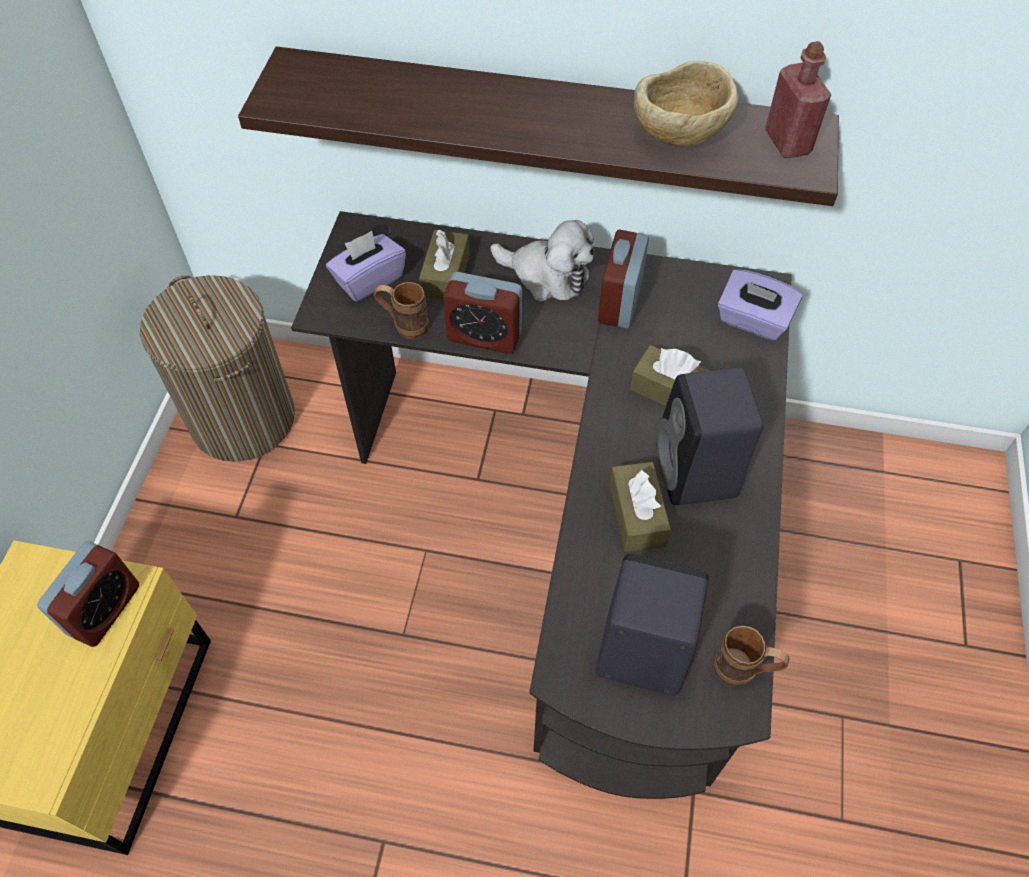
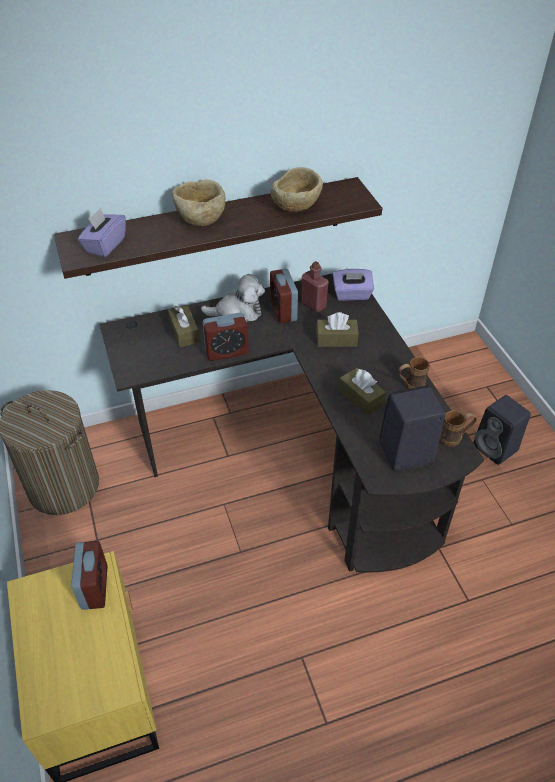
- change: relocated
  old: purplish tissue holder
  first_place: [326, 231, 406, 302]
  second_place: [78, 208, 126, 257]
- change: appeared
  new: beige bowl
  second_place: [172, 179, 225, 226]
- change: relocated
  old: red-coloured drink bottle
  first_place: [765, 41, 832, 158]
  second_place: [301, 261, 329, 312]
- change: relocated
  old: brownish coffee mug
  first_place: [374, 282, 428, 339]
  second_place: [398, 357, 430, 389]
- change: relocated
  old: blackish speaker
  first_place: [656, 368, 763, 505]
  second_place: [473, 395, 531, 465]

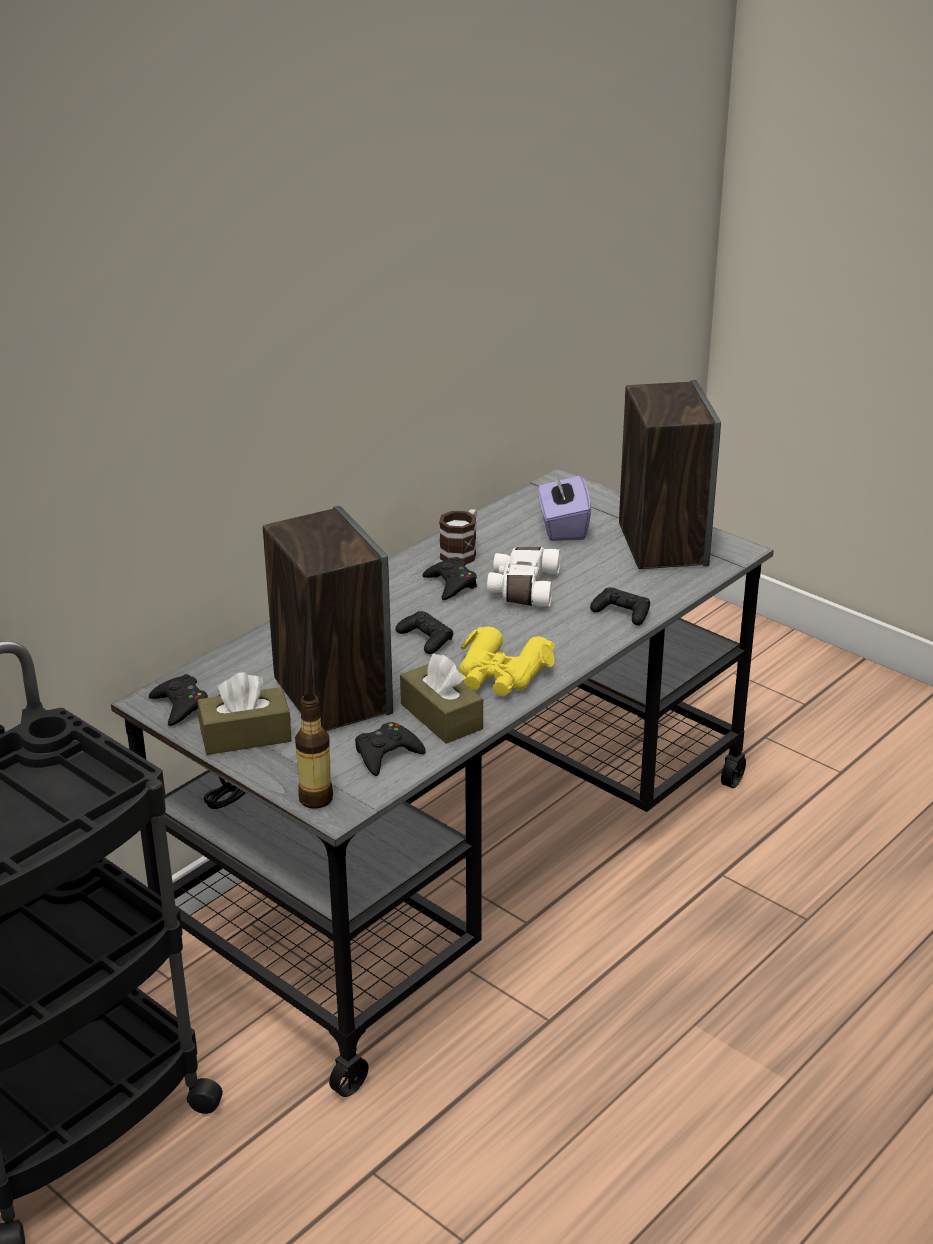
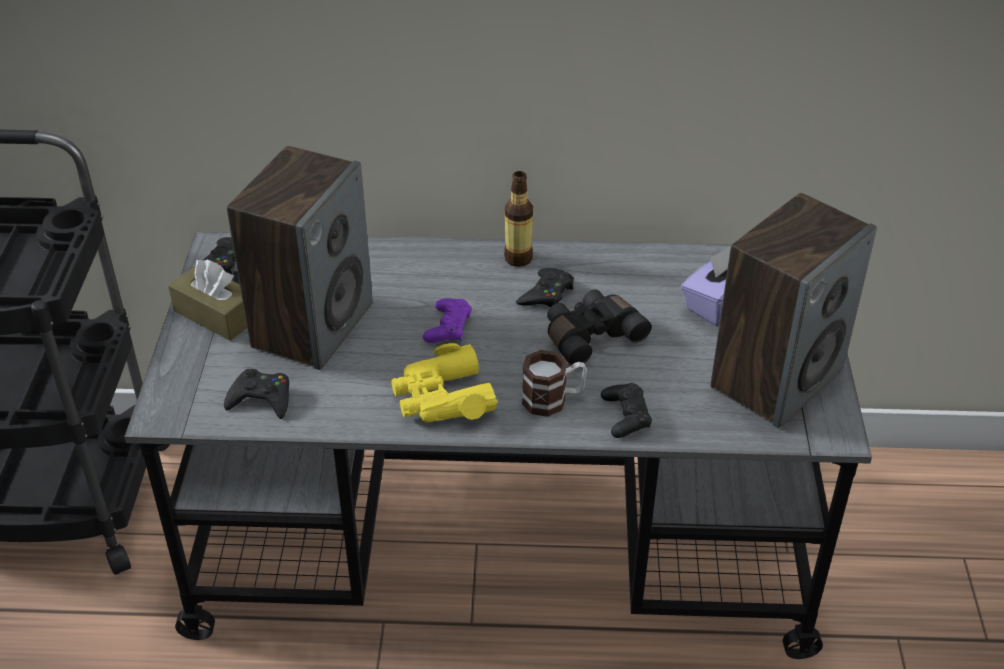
- change: colour
  old: blackish gamepad
  new: purplish gamepad
  first_place: [395, 611, 453, 654]
  second_place: [423, 298, 471, 343]
- change: relocated
  old: drink bottle
  first_place: [295, 694, 333, 809]
  second_place: [504, 171, 533, 267]
- change: relocated
  old: coffee mug
  first_place: [439, 509, 478, 564]
  second_place: [522, 350, 587, 417]
- change: colour
  old: white field glasses
  new: blackish field glasses
  first_place: [487, 547, 560, 607]
  second_place: [547, 289, 652, 365]
- change: missing
  old: brownish tissue holder
  first_place: [400, 654, 483, 744]

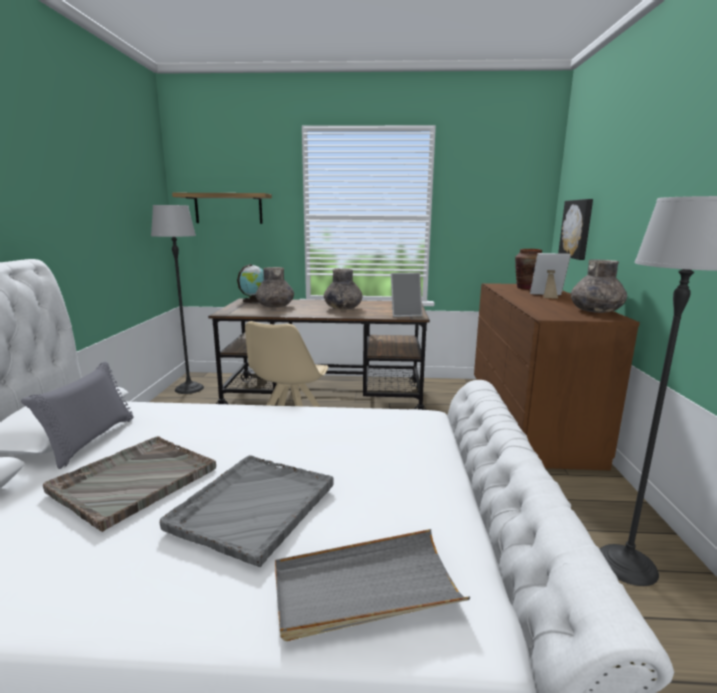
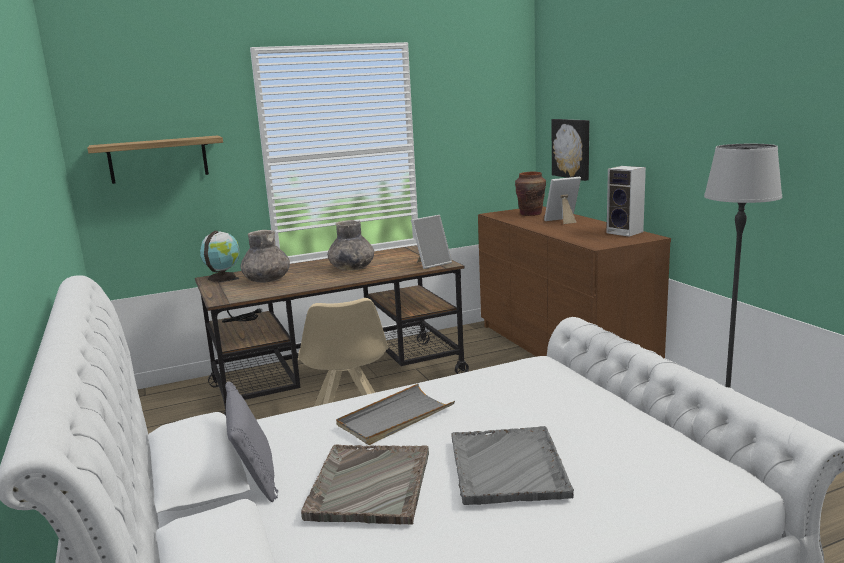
- change: relocated
  old: grey serving tray
  first_place: [275, 529, 470, 641]
  second_place: [336, 384, 455, 445]
- change: exchanged
  old: grey decorative vase
  new: speaker
  first_place: [571, 259, 627, 313]
  second_place: [607, 166, 646, 237]
- change: missing
  old: floor lamp
  first_place: [151, 205, 204, 394]

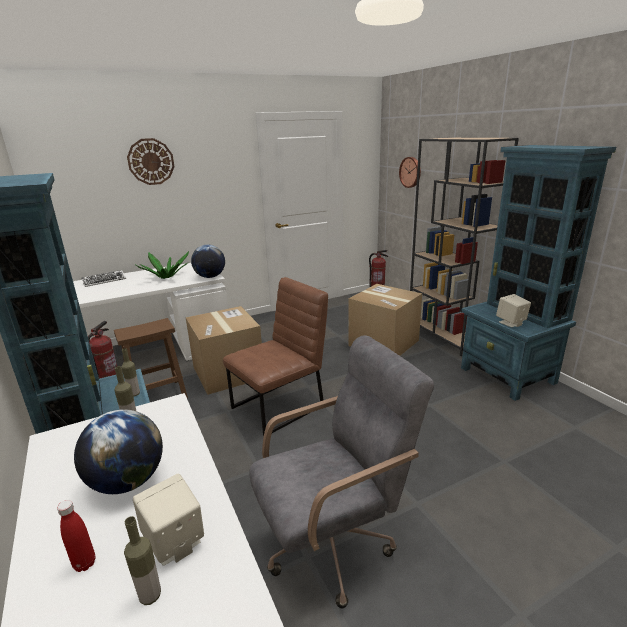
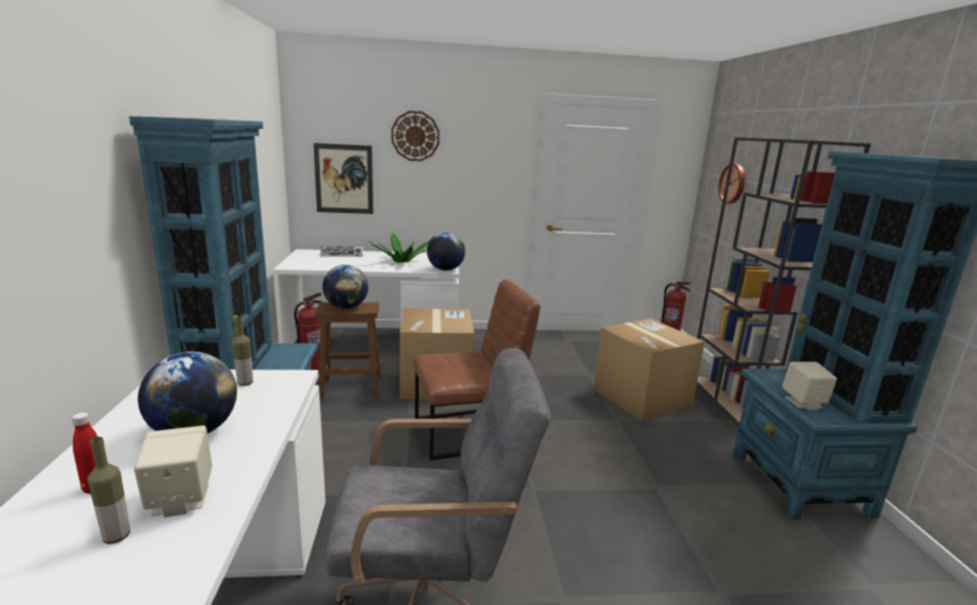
- change: appeared
  new: wall art
  second_place: [313, 143, 373, 214]
- change: appeared
  new: world globe
  second_place: [322, 265, 368, 309]
- change: missing
  old: drink bottle
  first_place: [121, 348, 140, 397]

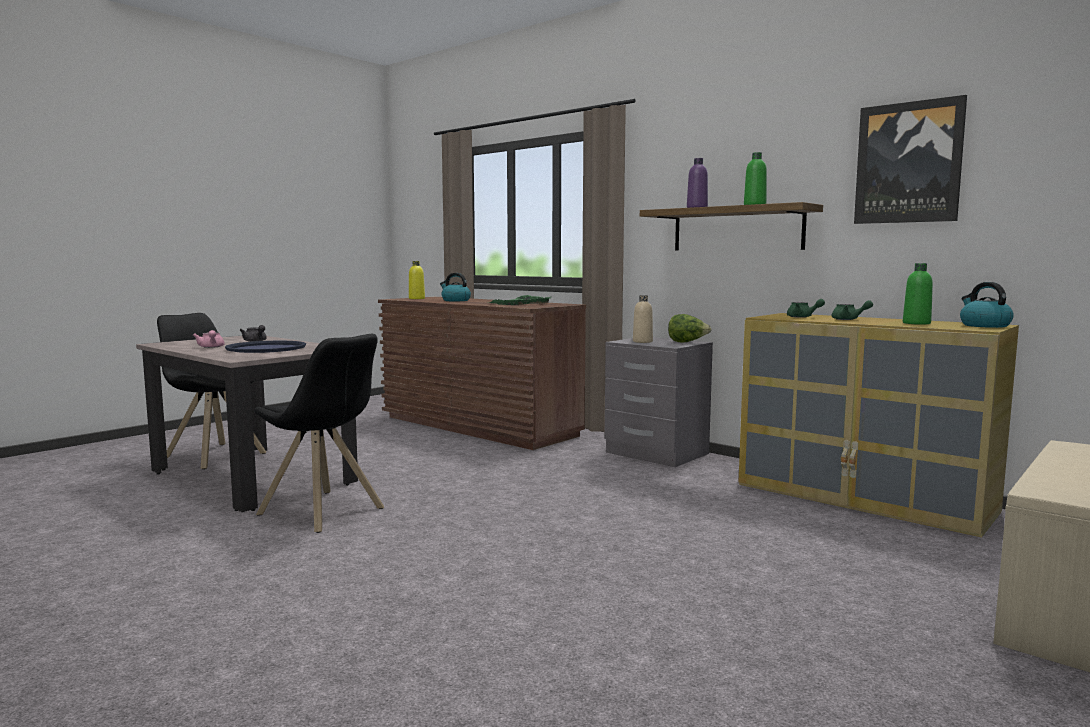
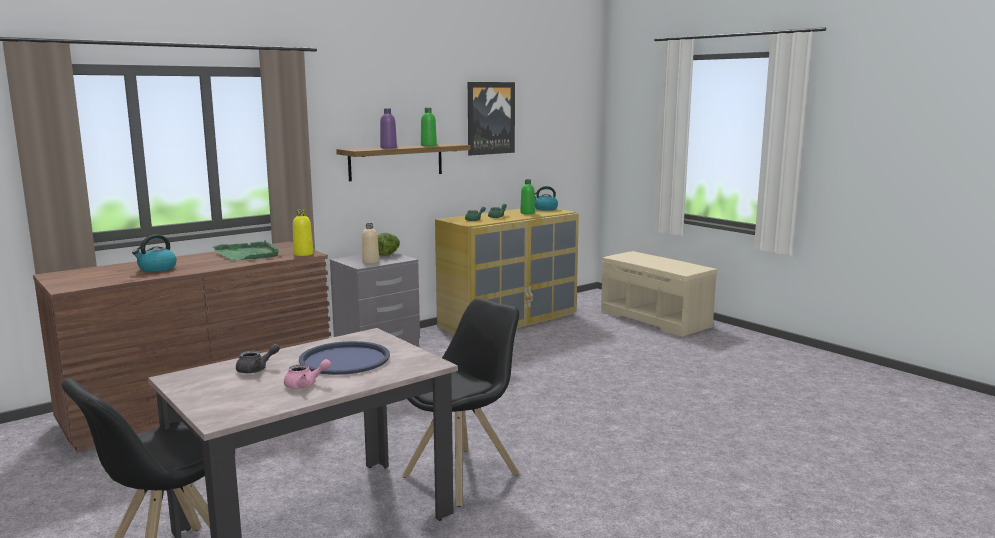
- change: relocated
  old: yellowish drink bottle
  first_place: [409, 261, 425, 299]
  second_place: [293, 209, 313, 256]

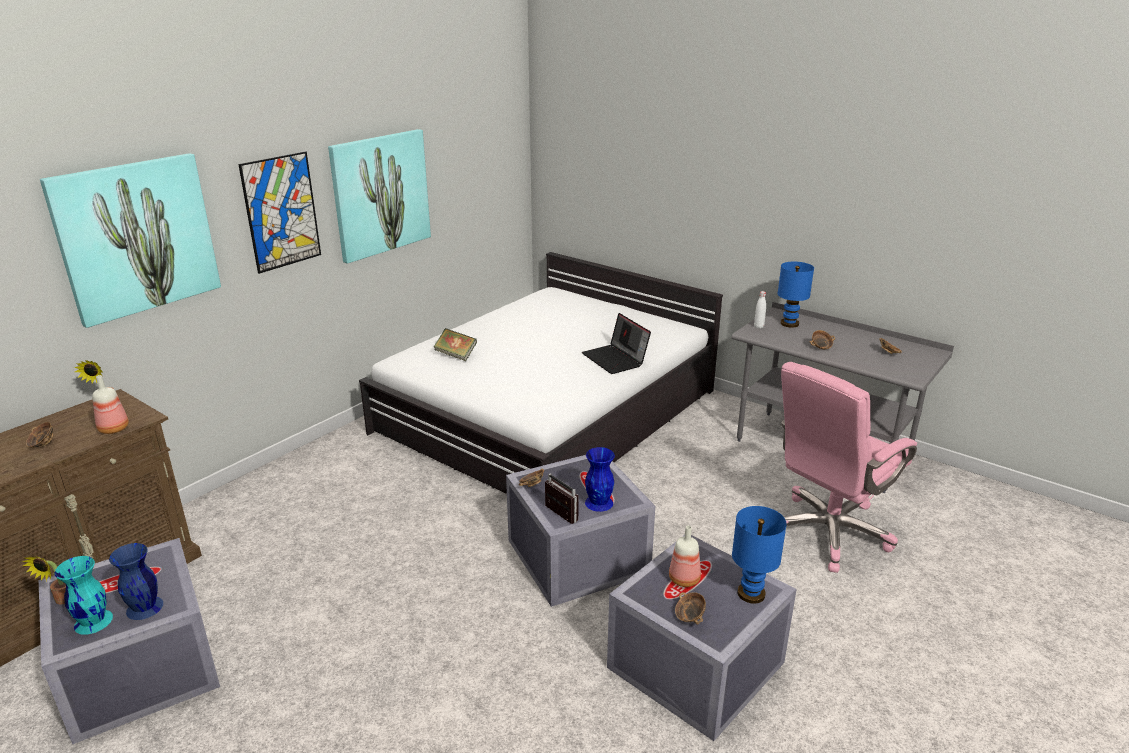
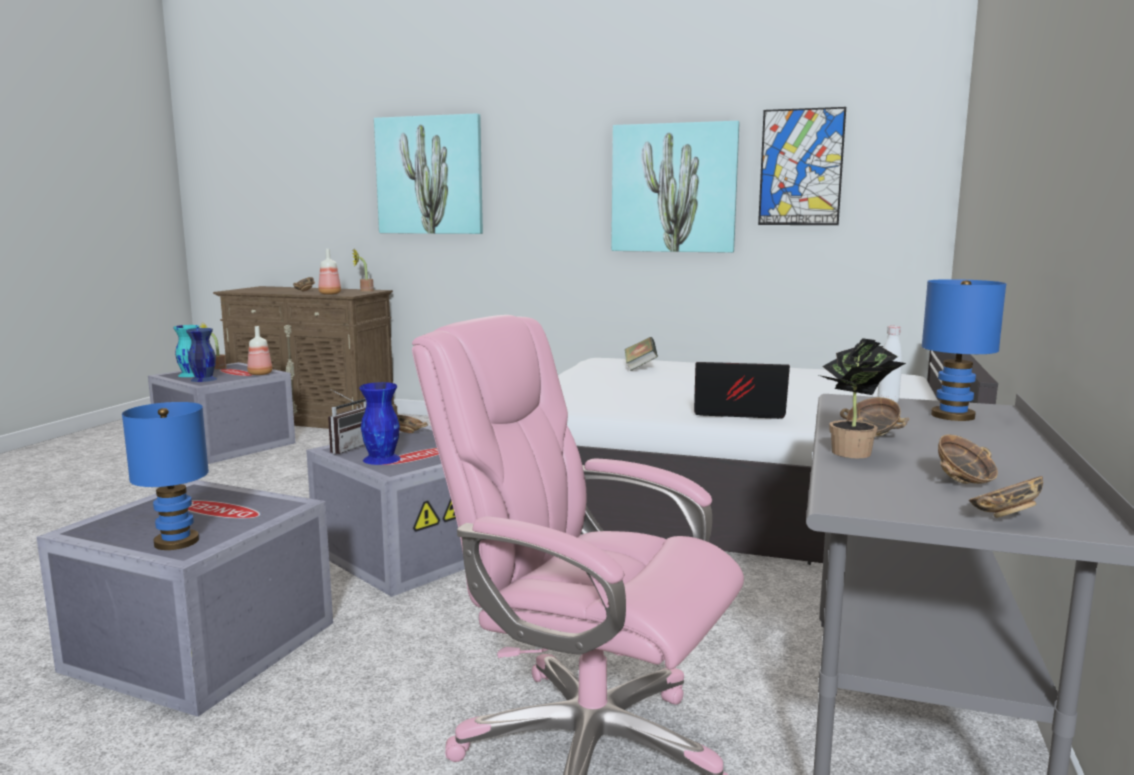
- change: relocated
  old: drink bottle
  first_place: [669, 526, 701, 587]
  second_place: [247, 326, 272, 375]
- change: spun
  old: laptop
  first_place: [582, 313, 651, 374]
  second_place: [694, 362, 790, 419]
  degrees: 60
- change: relocated
  old: wall art
  first_place: [238, 151, 321, 274]
  second_place: [758, 107, 846, 225]
- change: appeared
  new: plant in a pot
  second_place: [819, 338, 906, 458]
- change: relocated
  old: bowl
  first_place: [675, 592, 706, 625]
  second_place: [969, 476, 1043, 518]

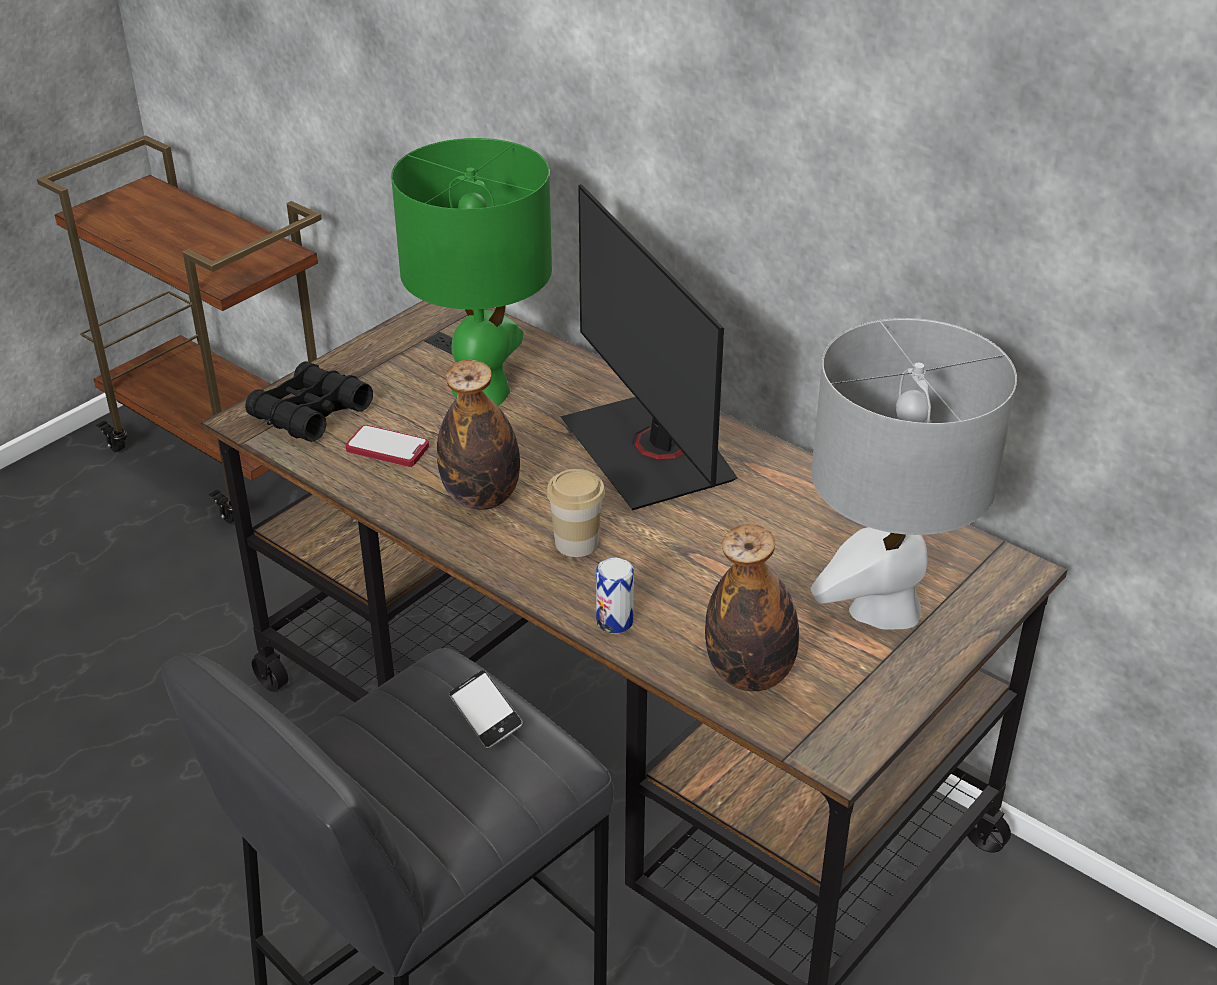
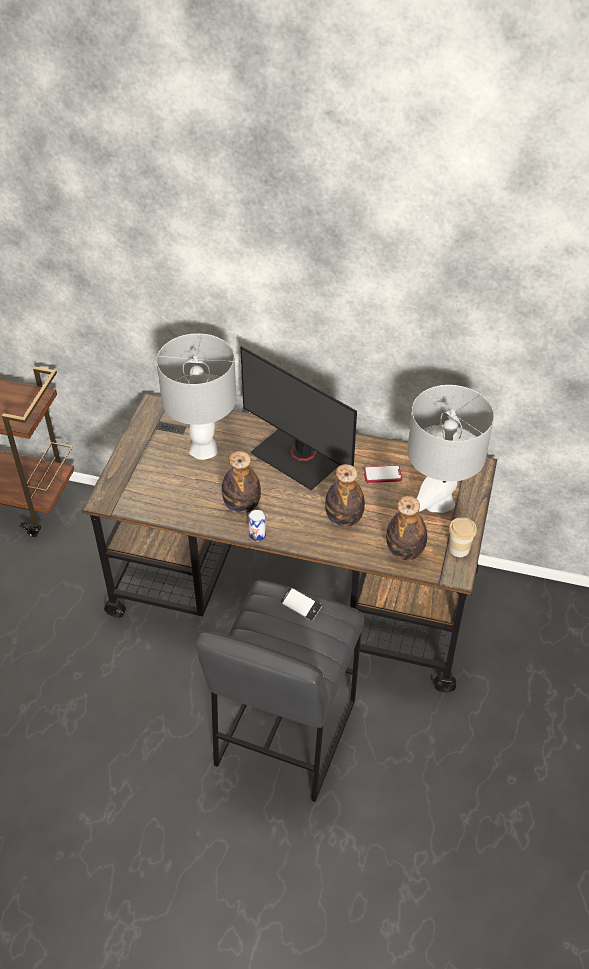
- change: colour
  old: green-coloured lamp for a table
  new: grey lamp for a table
  first_place: [391, 138, 552, 406]
  second_place: [157, 333, 237, 460]
- change: relocated
  old: metal can
  first_place: [596, 558, 634, 634]
  second_place: [248, 510, 266, 542]
- change: appeared
  new: drink bottle
  second_place: [325, 464, 365, 528]
- change: relocated
  old: handset
  first_place: [346, 425, 429, 467]
  second_place: [364, 465, 402, 483]
- change: relocated
  old: cup
  first_place: [546, 469, 605, 557]
  second_place: [449, 517, 477, 557]
- change: missing
  old: blackish field glasses
  first_place: [245, 361, 373, 442]

